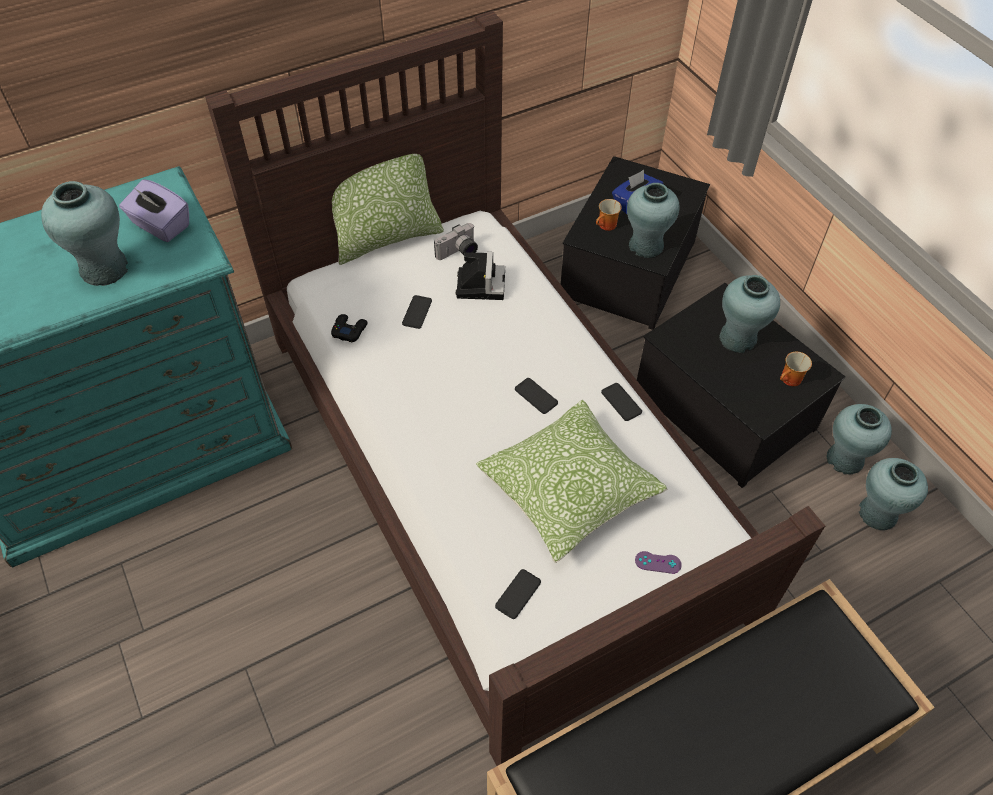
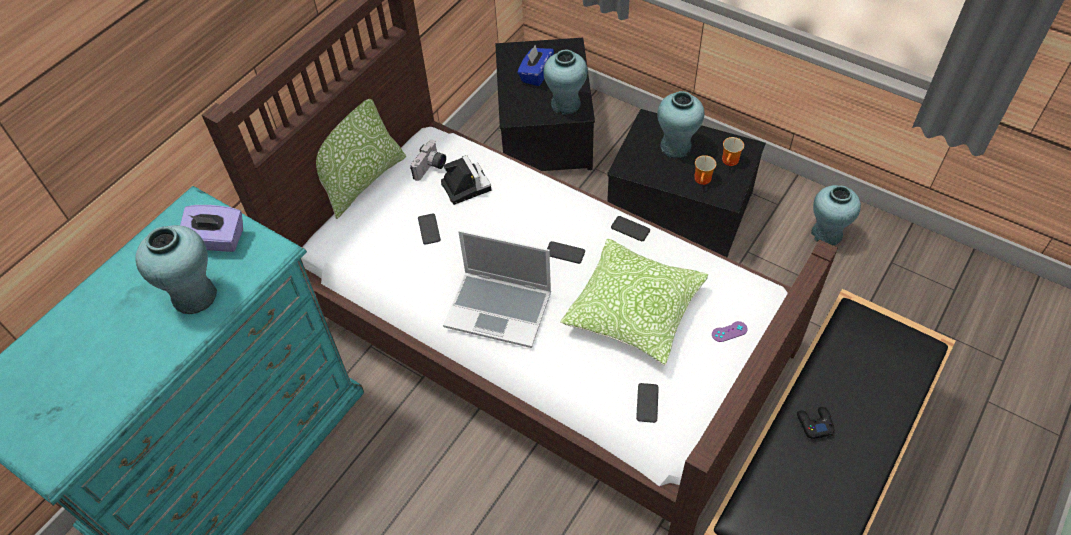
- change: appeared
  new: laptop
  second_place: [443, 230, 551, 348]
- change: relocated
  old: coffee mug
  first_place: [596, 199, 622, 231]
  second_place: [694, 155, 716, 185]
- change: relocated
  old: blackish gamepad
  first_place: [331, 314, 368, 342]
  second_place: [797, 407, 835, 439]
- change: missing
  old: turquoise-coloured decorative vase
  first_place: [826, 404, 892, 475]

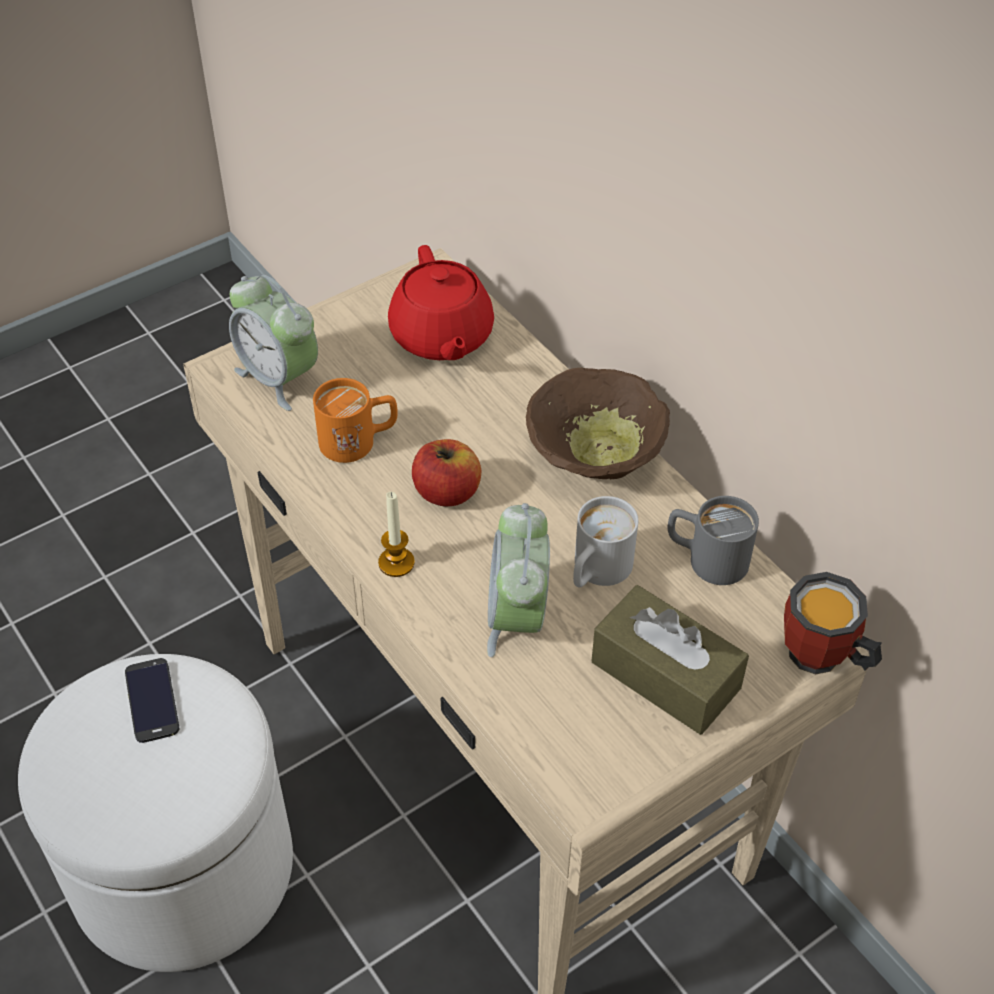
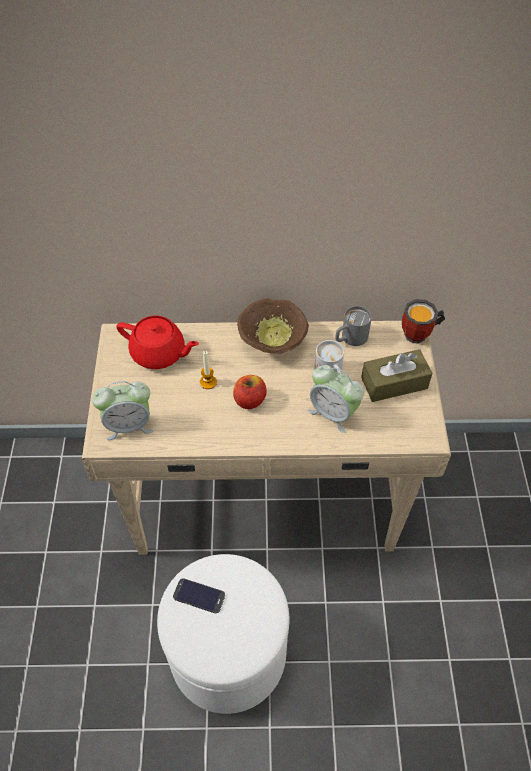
- change: relocated
  old: wax light
  first_place: [378, 492, 415, 577]
  second_place: [200, 351, 217, 389]
- change: missing
  old: orange coffee mug
  first_place: [313, 378, 398, 463]

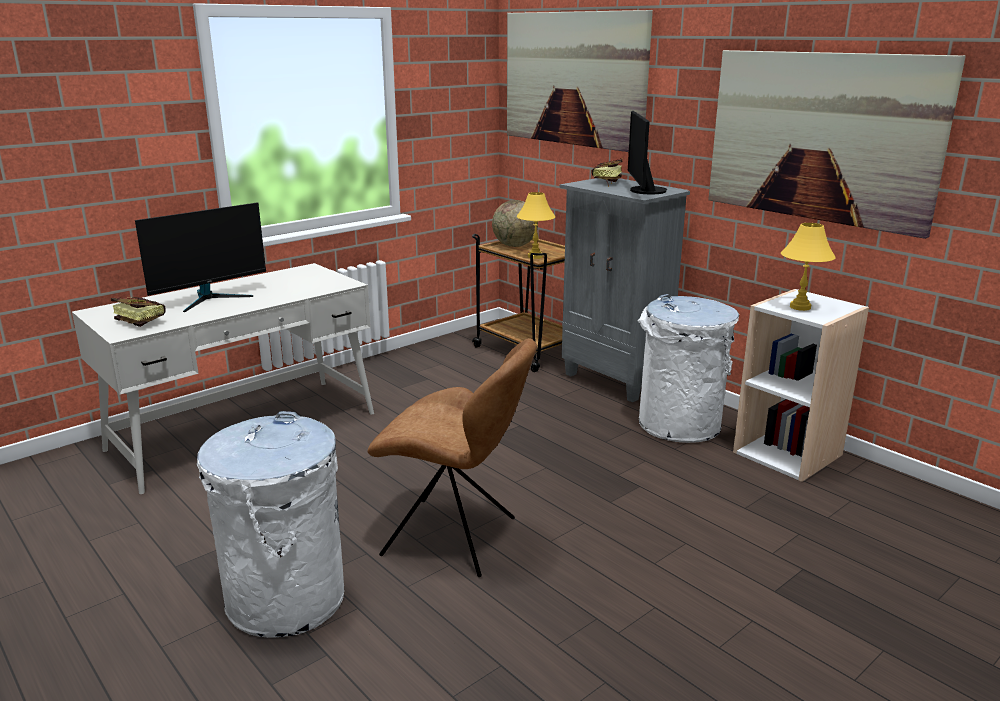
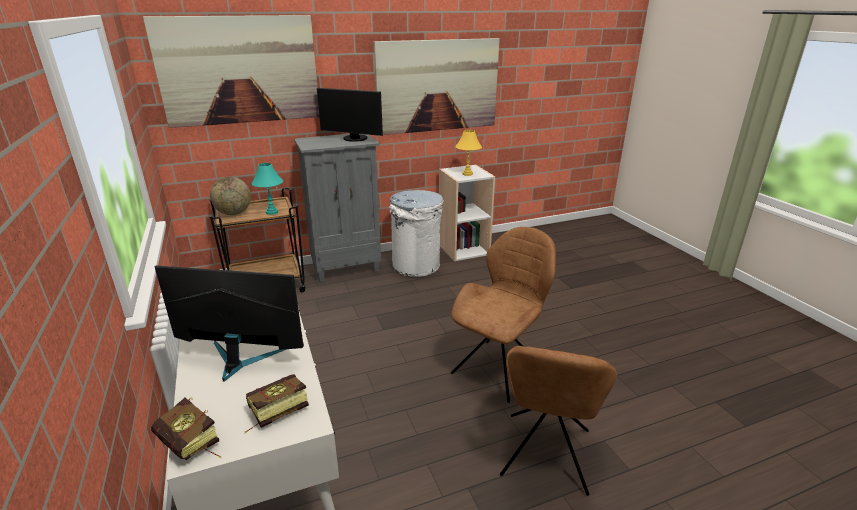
- change: relocated
  old: volume
  first_place: [591, 158, 623, 187]
  second_place: [151, 398, 222, 460]
- change: spun
  old: computer screen
  first_place: [135, 202, 266, 312]
  second_place: [155, 266, 304, 382]
  degrees: -60
- change: colour
  old: yellowish lamp for a table
  new: turquoise-coloured lamp for a table
  first_place: [517, 192, 555, 259]
  second_place: [251, 163, 283, 215]
- change: exchanged
  old: white waste bin
  new: brownish chair
  first_place: [197, 411, 344, 638]
  second_place: [500, 346, 617, 496]

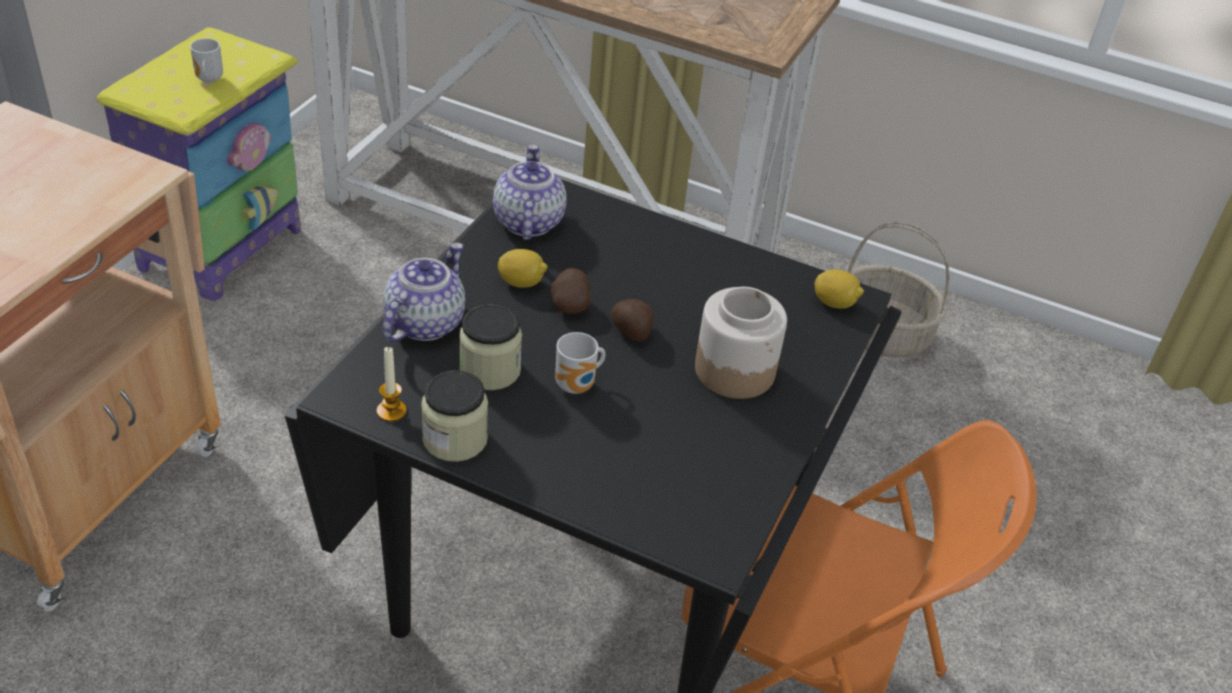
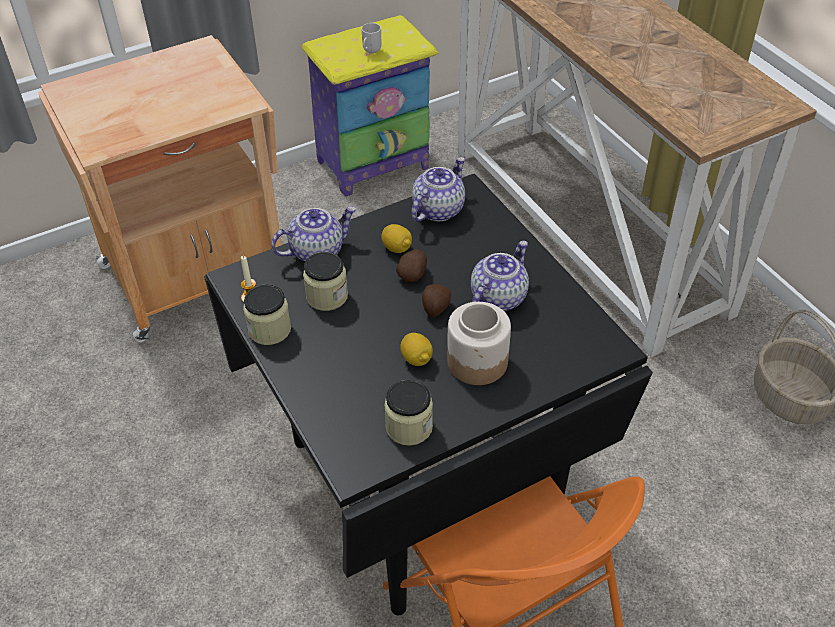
- change: appeared
  new: storage jar
  second_place: [384, 380, 433, 446]
- change: relocated
  old: citrus fruit
  first_place: [814, 270, 864, 309]
  second_place: [400, 333, 433, 366]
- change: appeared
  new: pot for tea
  second_place: [471, 241, 529, 311]
- change: missing
  old: coffee mug
  first_place: [555, 332, 606, 394]

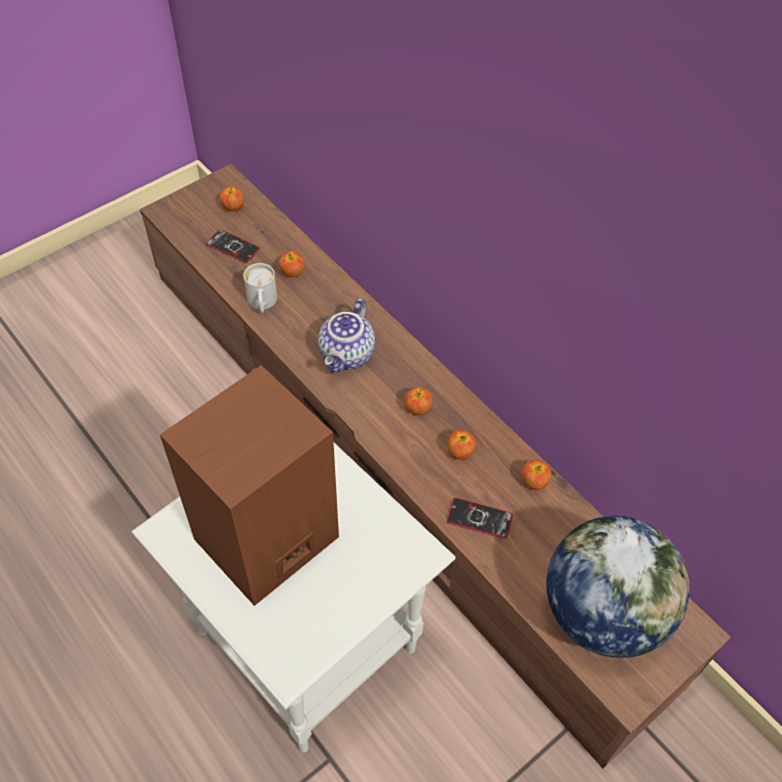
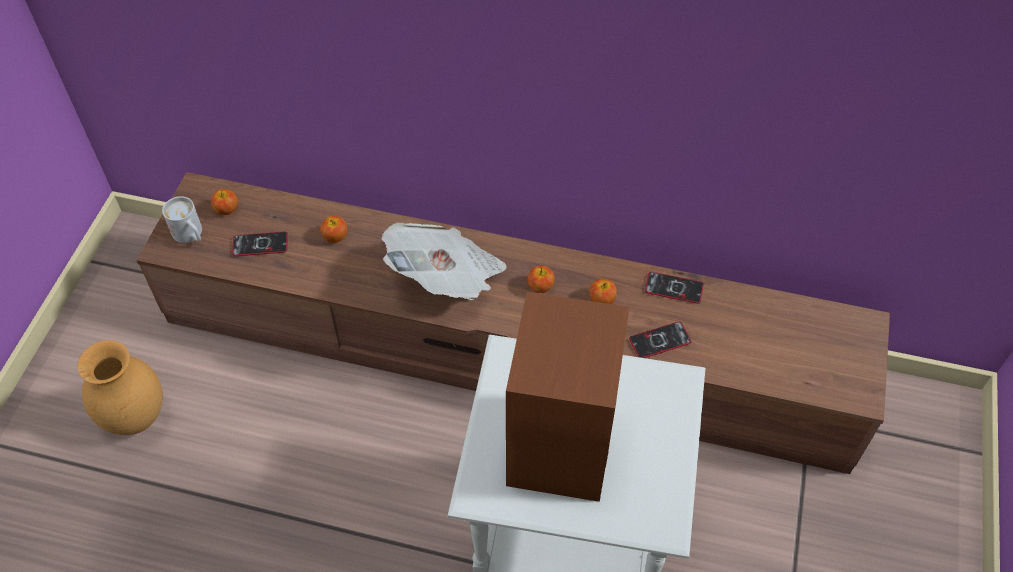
- change: appeared
  new: brownish decorative vase
  second_place: [77, 340, 163, 435]
- change: relocated
  old: white coffee mug
  first_place: [243, 263, 277, 313]
  second_place: [162, 196, 202, 243]
- change: exchanged
  old: pot for tea
  new: newspaper
  first_place: [318, 298, 375, 373]
  second_place: [382, 223, 507, 300]
- change: exchanged
  old: apple fruit
  new: handset
  first_place: [522, 460, 551, 490]
  second_place: [645, 272, 704, 304]
- change: missing
  old: world globe
  first_place: [547, 516, 690, 658]

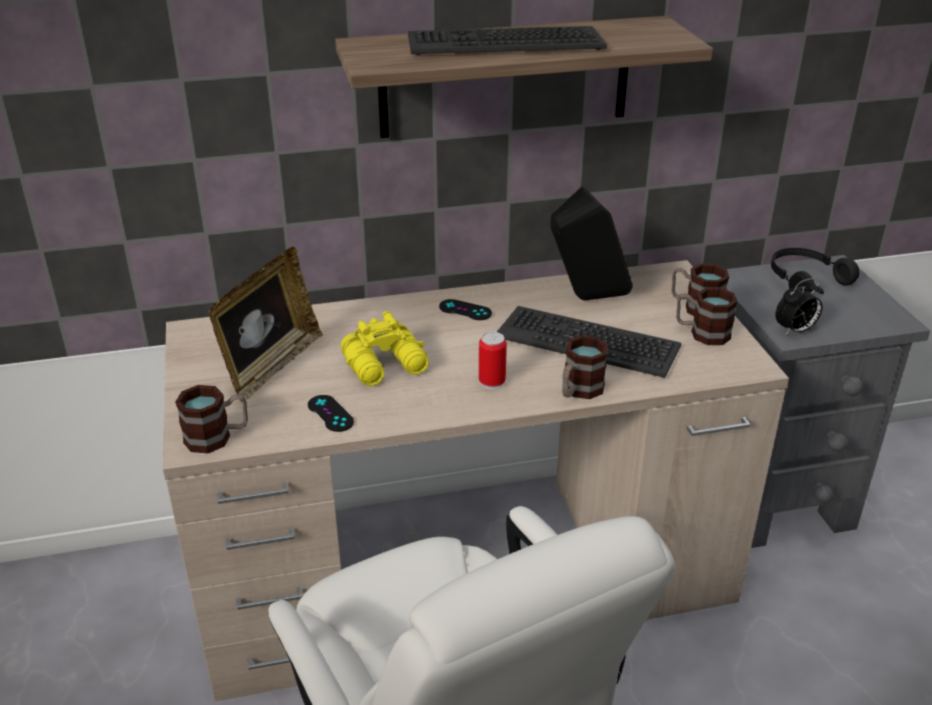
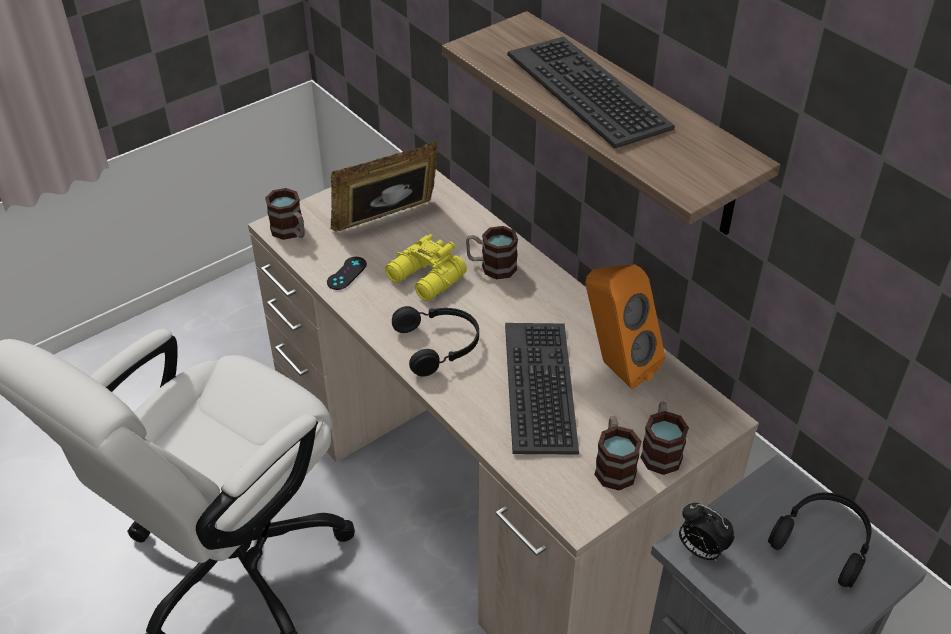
- change: spun
  old: picture frame
  first_place: [208, 247, 323, 402]
  second_place: [330, 141, 437, 232]
  degrees: 150
- change: exchanged
  old: metal can
  new: blackish pair of headphones
  first_place: [479, 332, 507, 390]
  second_place: [392, 306, 479, 377]
- change: relocated
  old: coffee mug
  first_place: [562, 335, 608, 399]
  second_place: [466, 226, 518, 280]
- change: colour
  old: blackish speaker
  new: orange speaker
  first_place: [551, 186, 633, 301]
  second_place: [585, 264, 665, 389]
- change: missing
  old: blackish gamepad
  first_place: [439, 299, 492, 320]

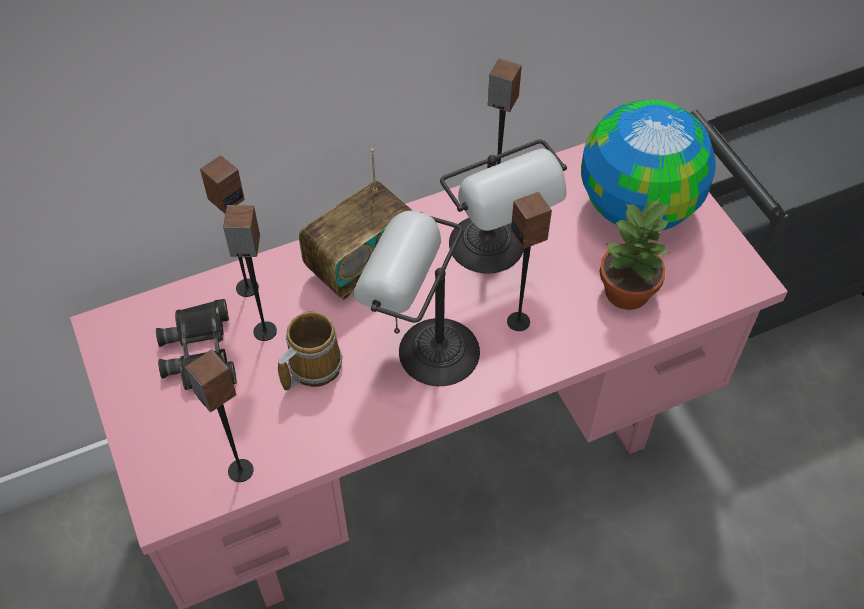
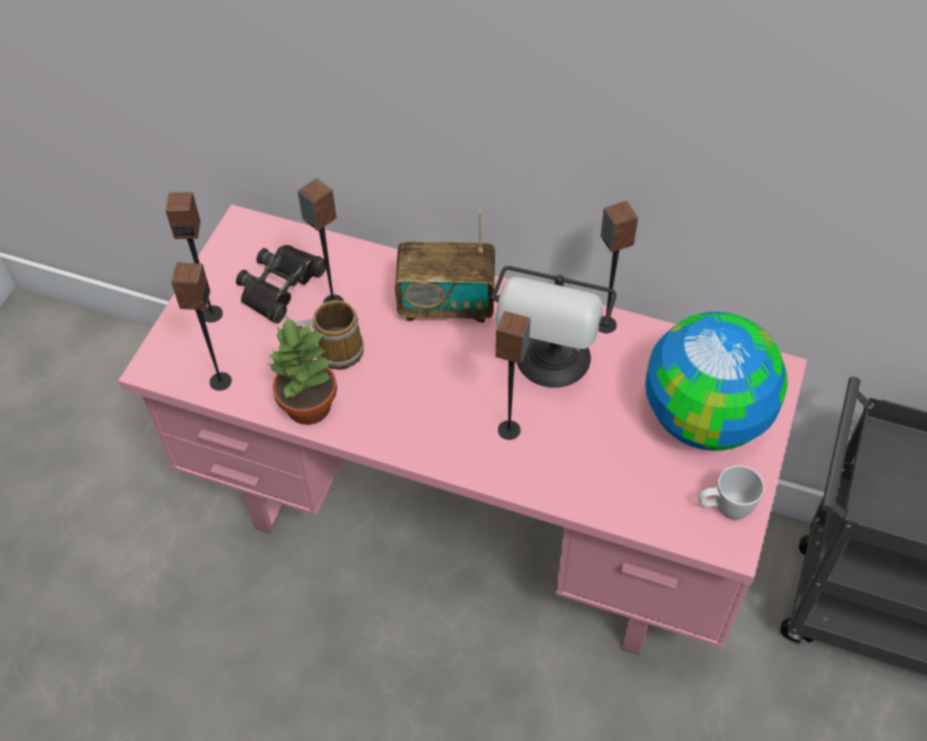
- change: relocated
  old: speaker
  first_place: [200, 155, 259, 297]
  second_place: [166, 192, 223, 322]
- change: relocated
  old: plant in a pot
  first_place: [599, 198, 670, 310]
  second_place: [268, 316, 337, 425]
- change: appeared
  new: white coffee mug
  second_place: [698, 465, 765, 519]
- change: missing
  old: lamp for a table
  first_place: [353, 211, 480, 386]

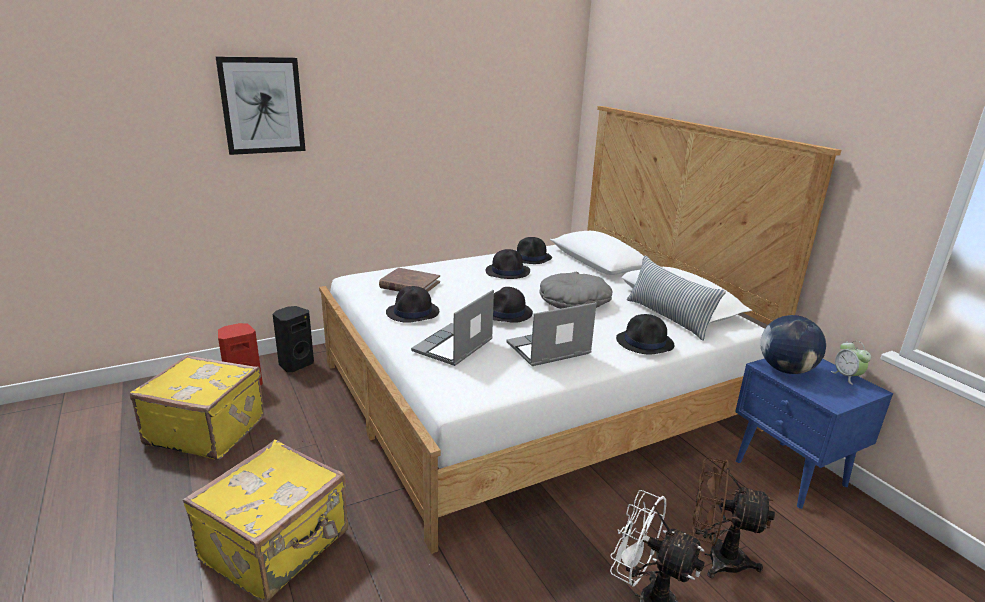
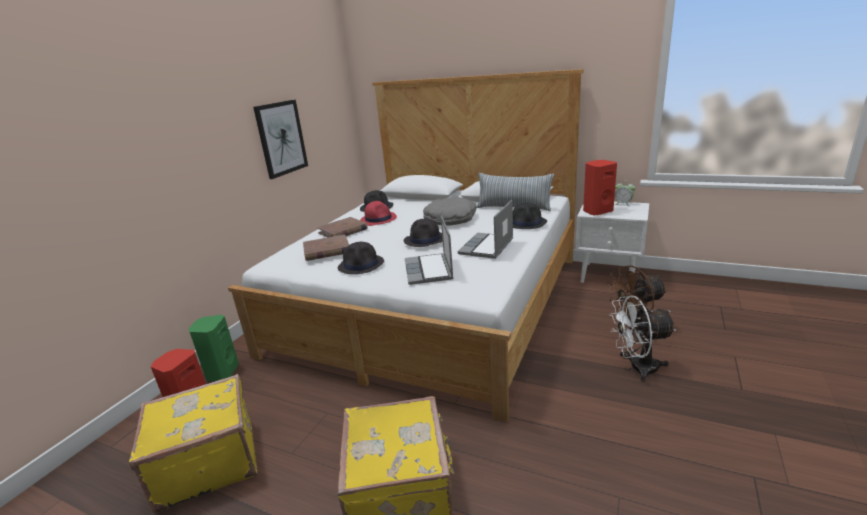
- change: colour
  old: blackish speaker
  new: green-coloured speaker
  first_place: [273, 306, 314, 372]
  second_place: [188, 315, 239, 381]
- change: relocated
  old: wall art
  first_place: [216, 57, 306, 155]
  second_place: [253, 100, 308, 179]
- change: appeared
  new: brownish volume
  second_place: [317, 217, 368, 238]
- change: colour
  old: blackish wearable hat
  new: red-coloured wearable hat
  first_place: [486, 249, 530, 279]
  second_place: [360, 201, 397, 226]
- change: colour
  old: blue night table
  new: white night table
  first_place: [735, 358, 893, 509]
  second_place: [575, 202, 649, 283]
- change: exchanged
  old: world globe
  new: red-coloured speaker
  first_place: [760, 315, 826, 374]
  second_place: [583, 160, 617, 216]

